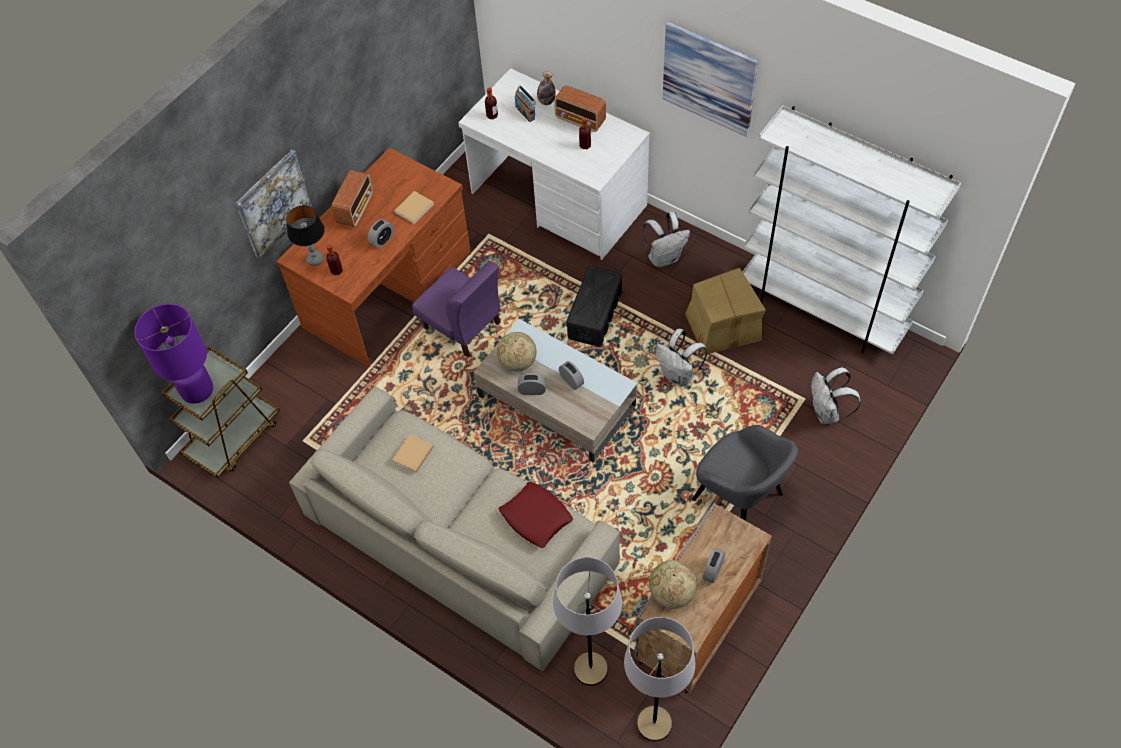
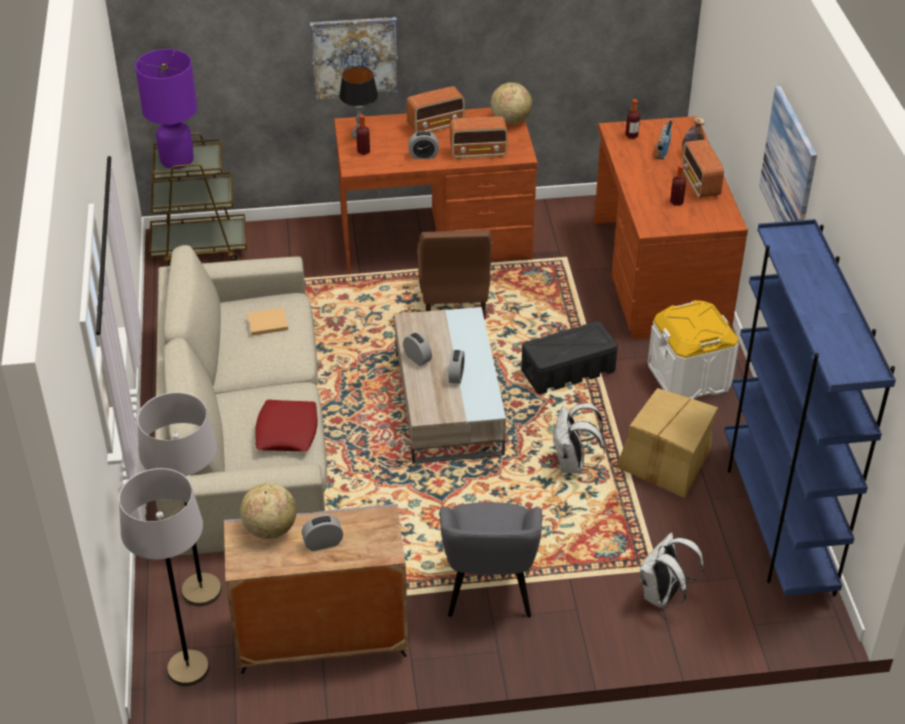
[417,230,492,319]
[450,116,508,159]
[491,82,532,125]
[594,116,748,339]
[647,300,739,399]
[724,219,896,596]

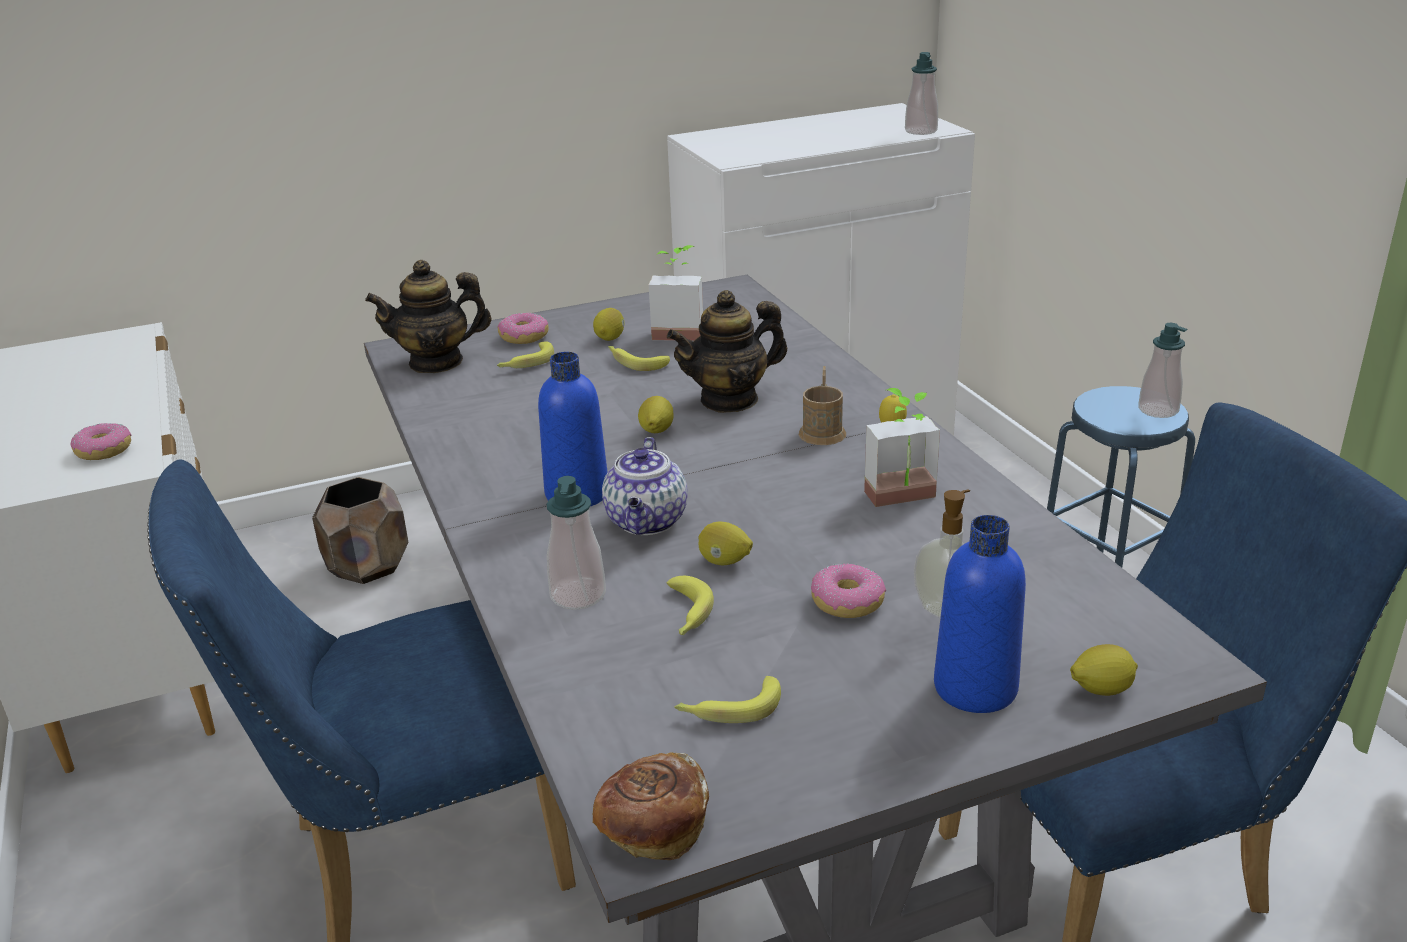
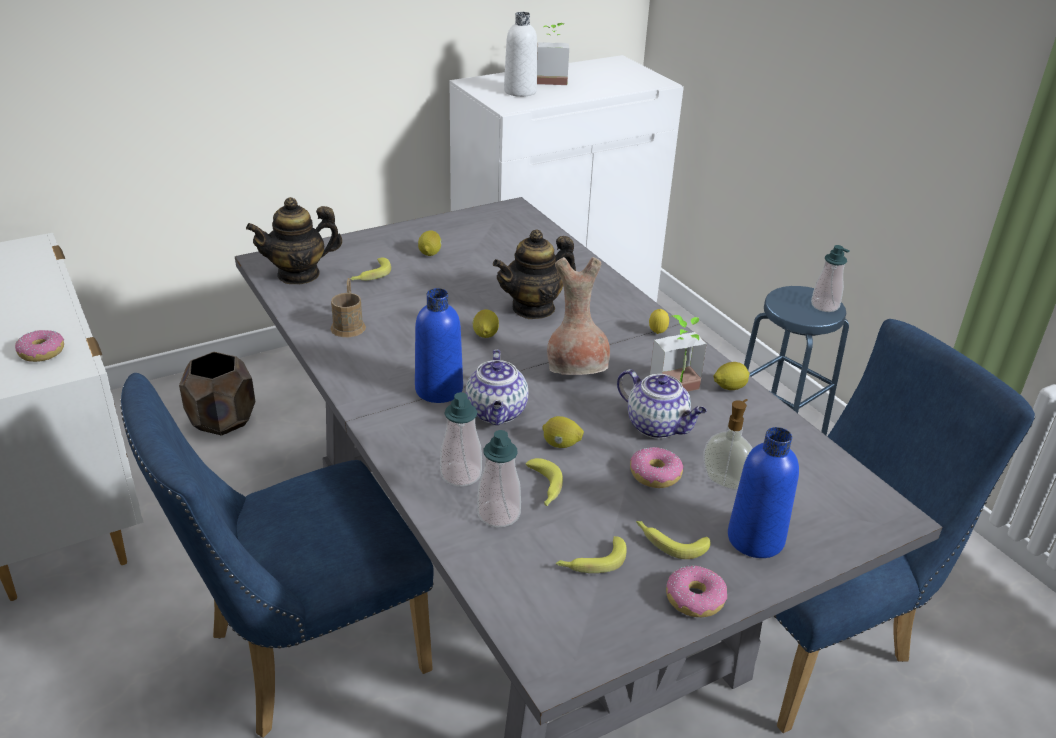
[330,278,366,337]
[477,430,521,527]
[504,12,537,97]
[537,23,569,85]
[547,257,610,375]
[617,369,707,438]
[636,521,711,559]
[666,566,727,617]
[713,362,750,390]
[593,752,709,860] (first image)

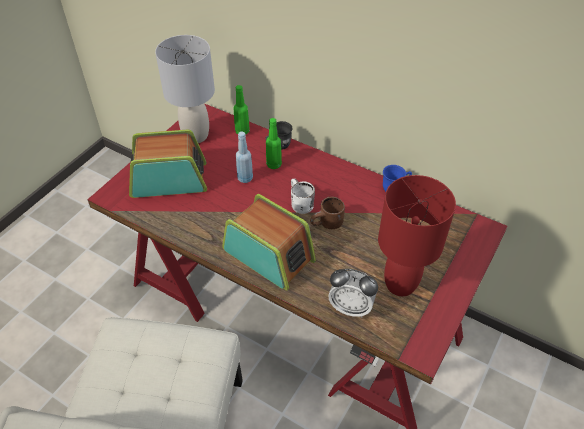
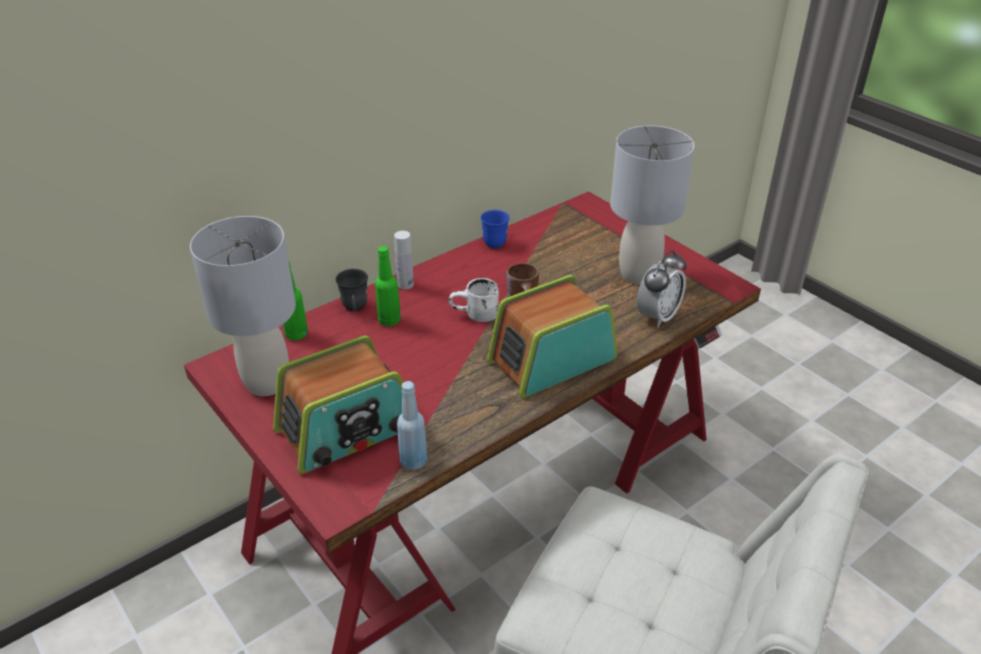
[273,335,403,474]
[394,231,414,289]
[397,381,427,470]
[610,126,695,285]

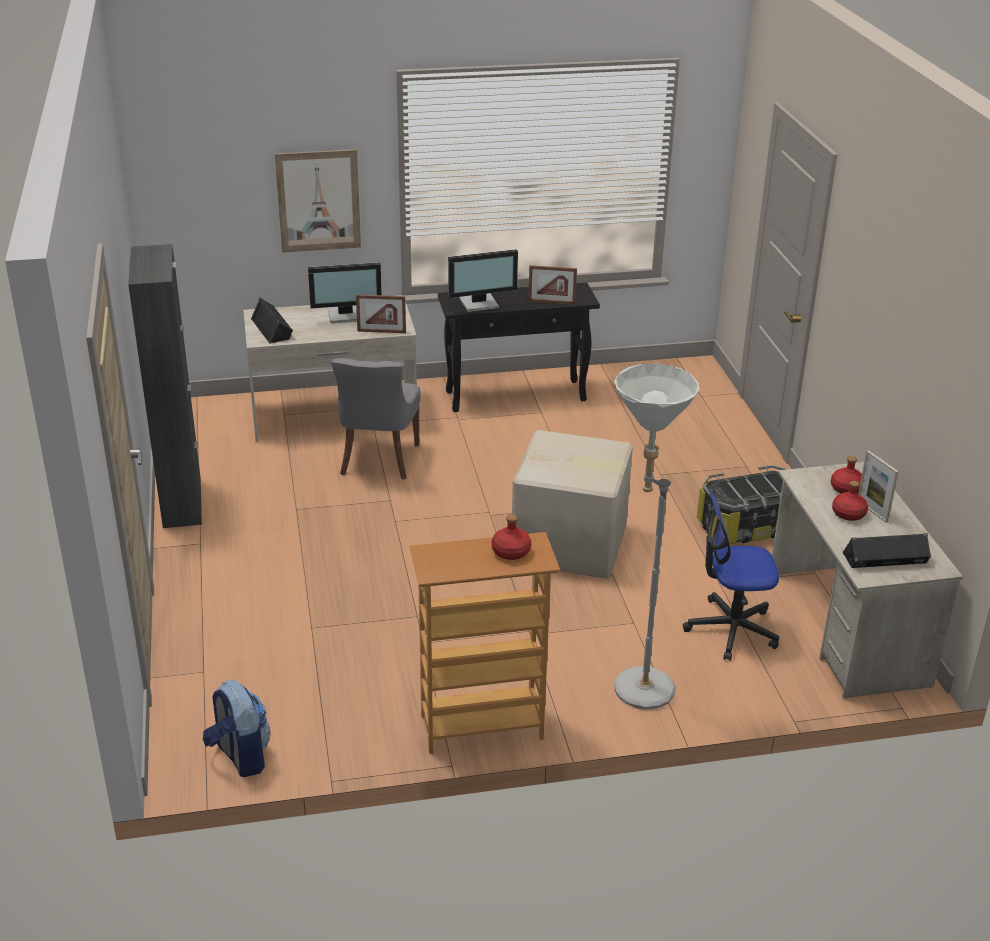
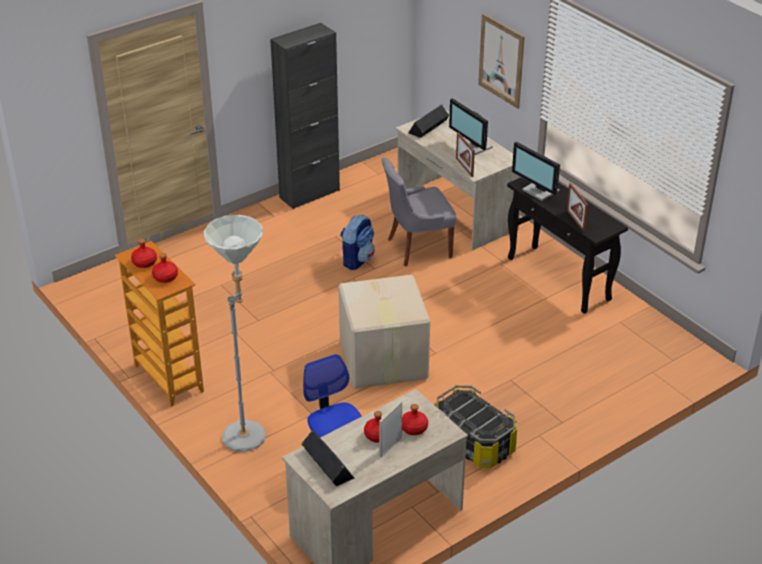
[131,239,157,268]
[340,215,375,270]

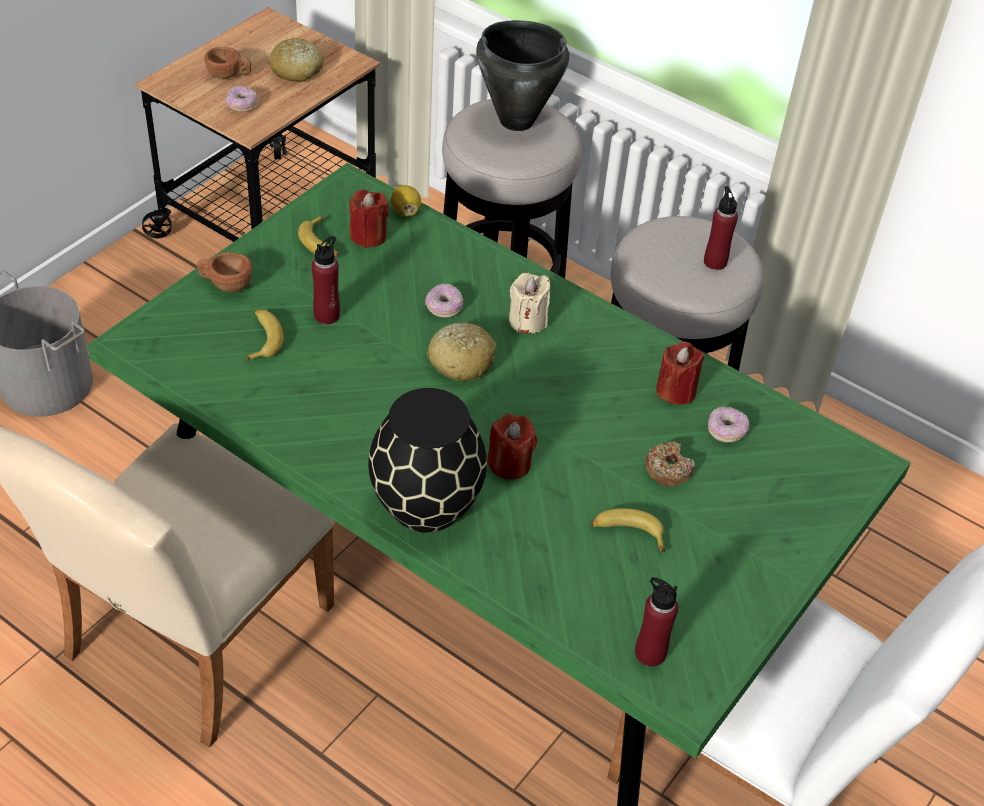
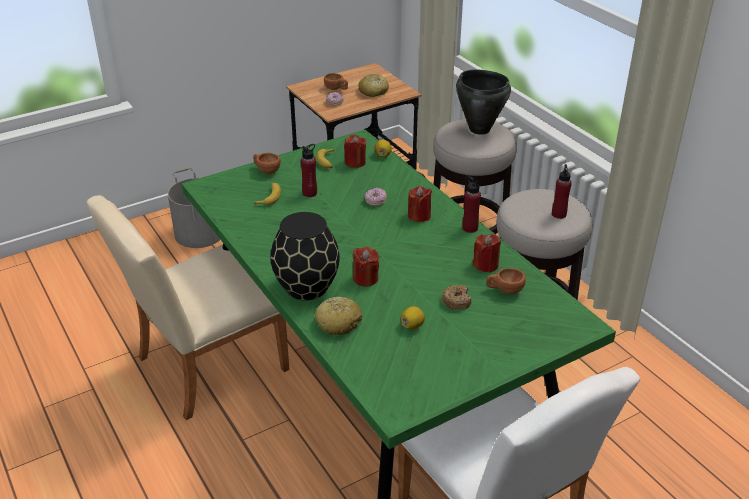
[315,297,362,335]
[401,306,425,329]
[408,186,432,222]
[462,176,481,233]
[487,268,526,294]

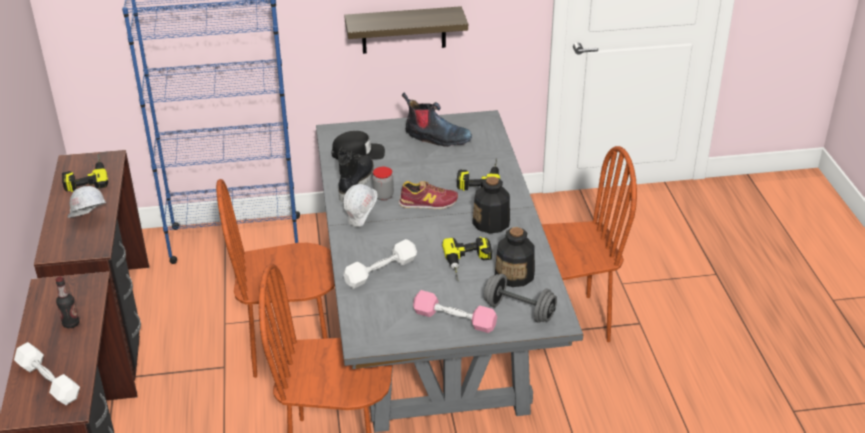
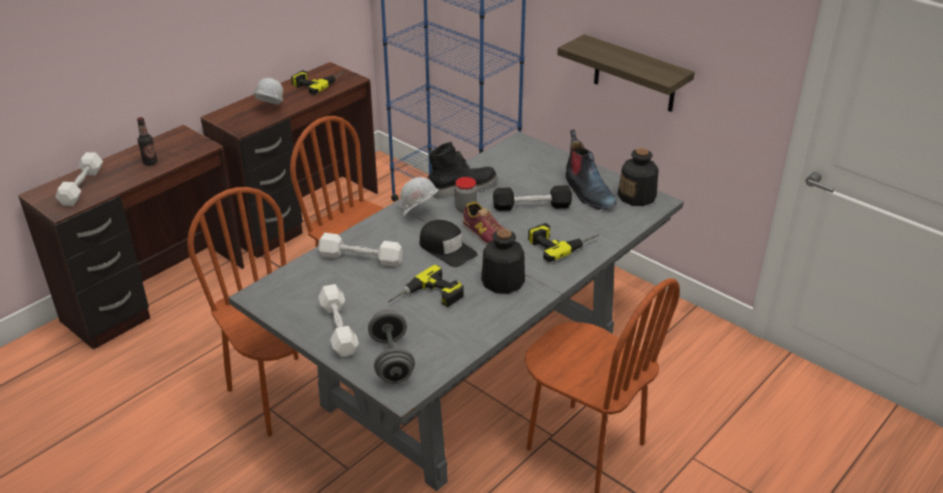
[318,284,359,357]
[419,220,478,267]
[493,185,572,211]
[618,148,659,206]

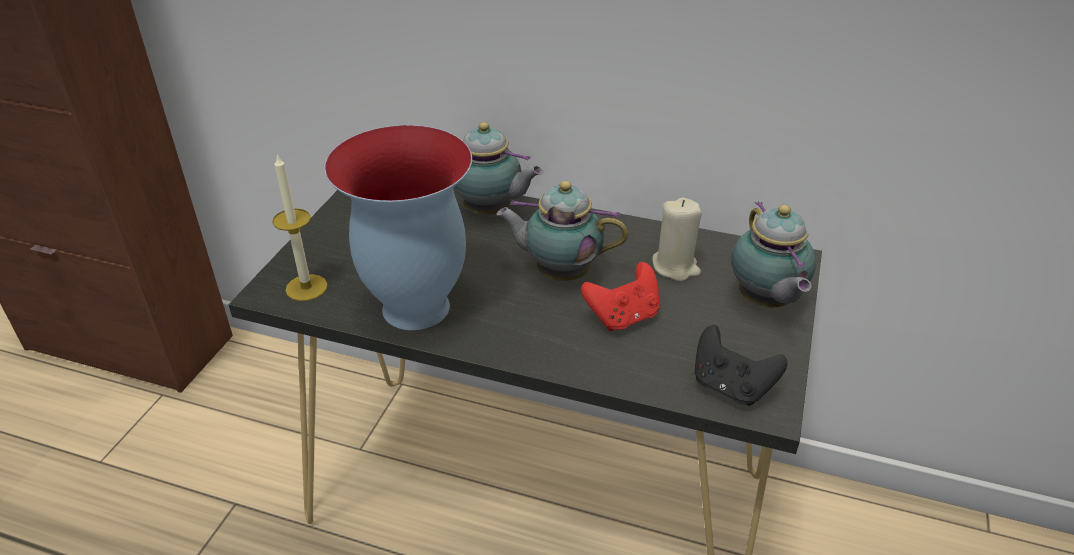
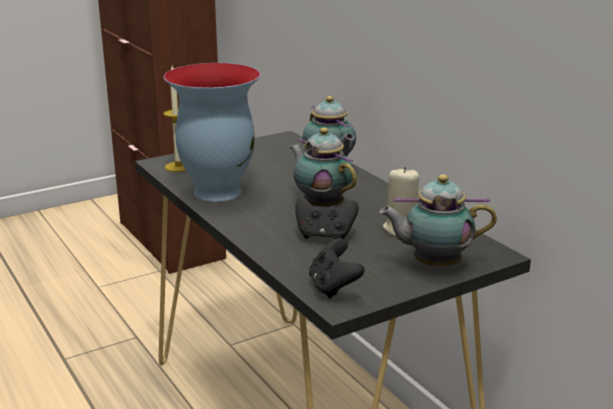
[295,197,359,239]
[379,175,497,266]

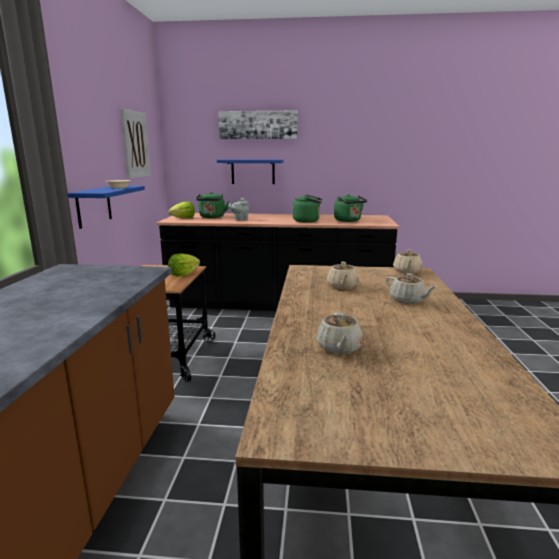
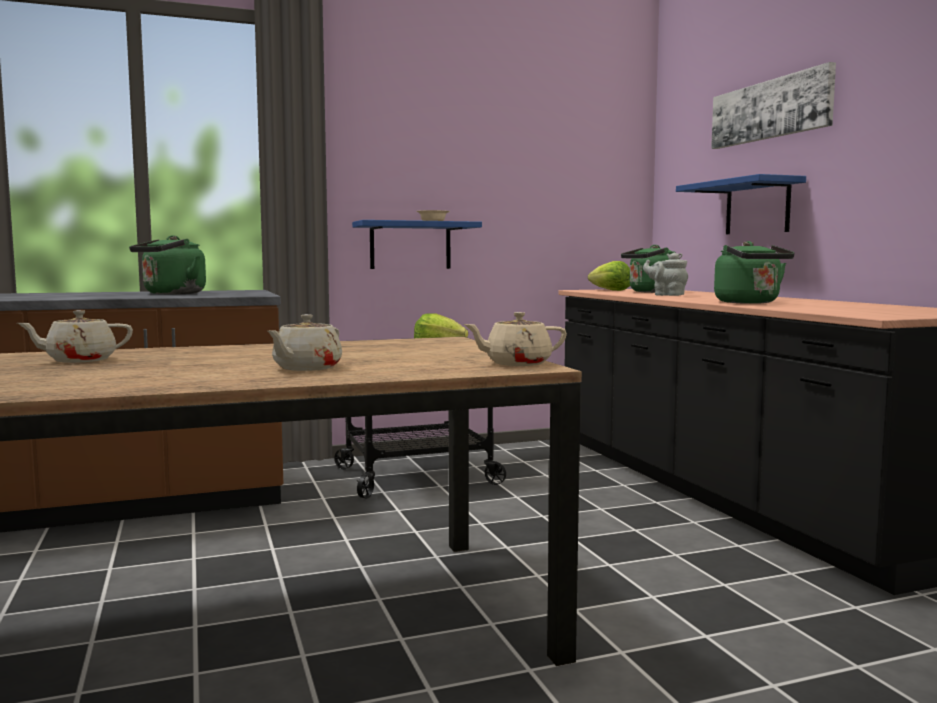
[129,235,206,294]
[120,108,151,179] (first image)
[327,262,359,289] (first image)

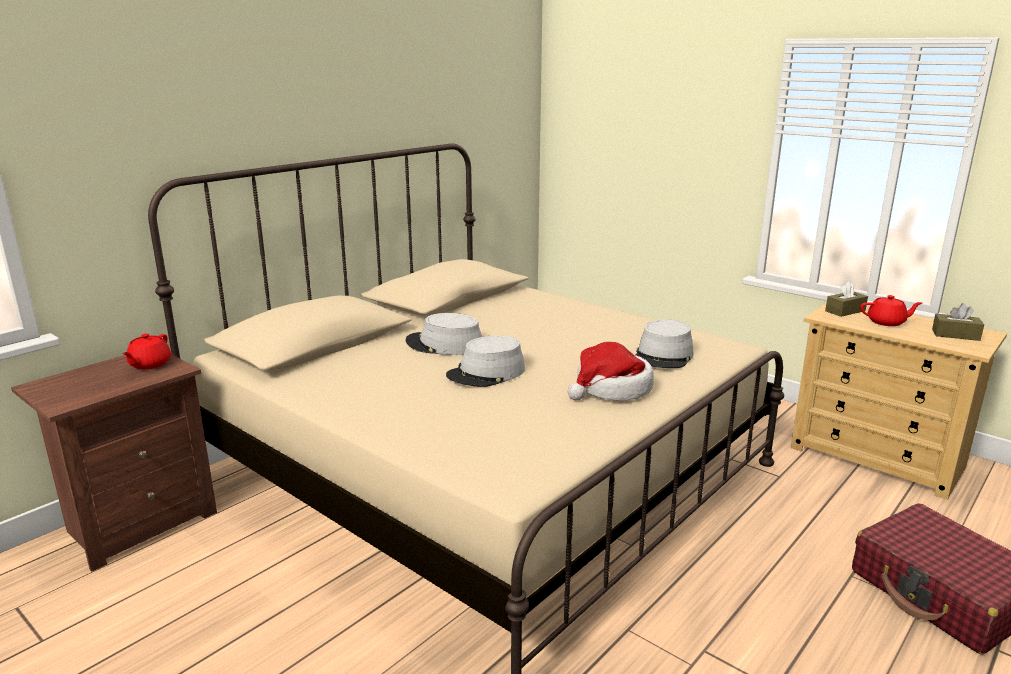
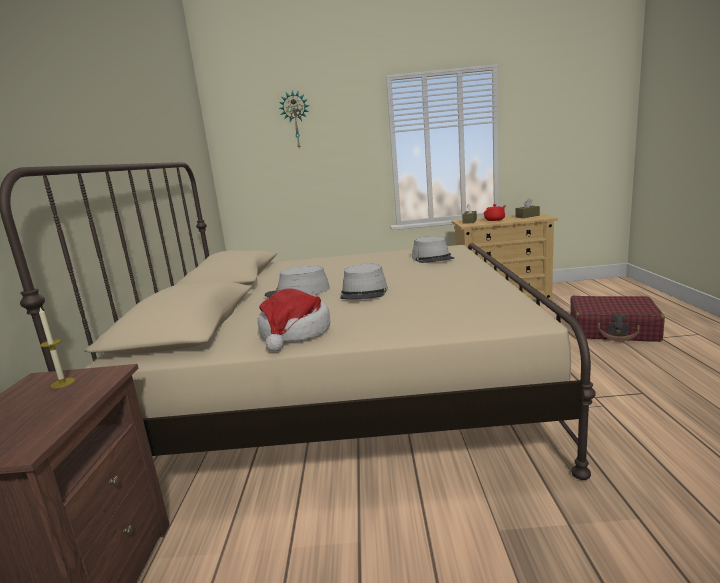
[39,308,75,389]
[258,288,330,352]
[279,91,310,150]

